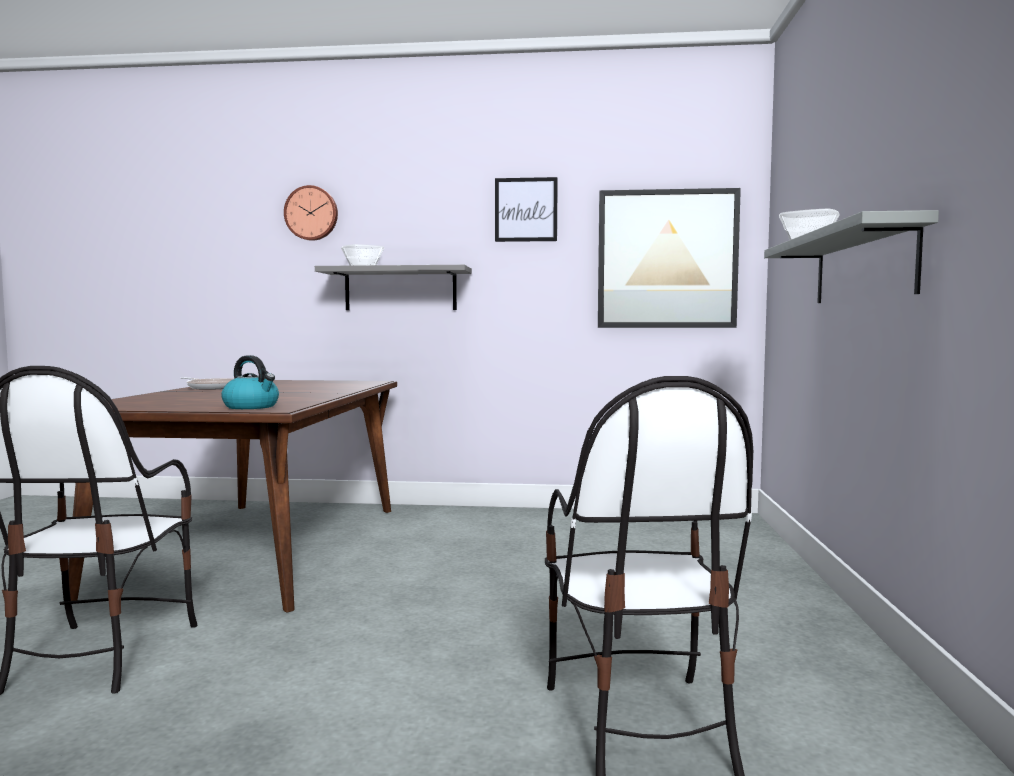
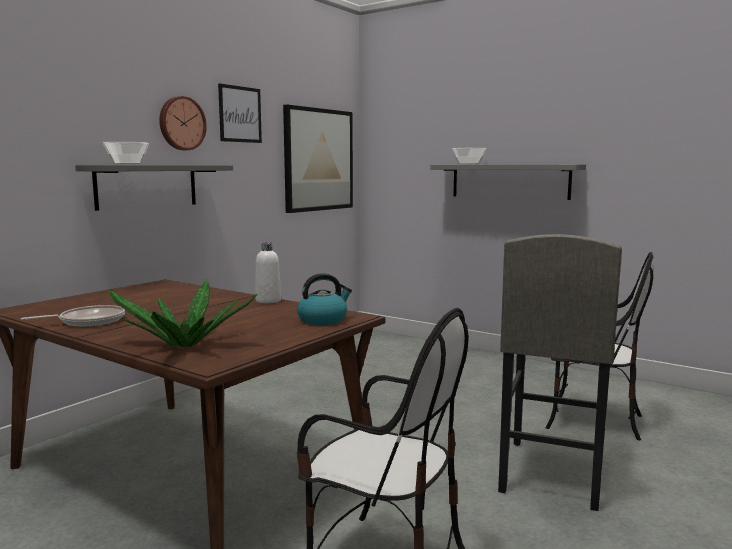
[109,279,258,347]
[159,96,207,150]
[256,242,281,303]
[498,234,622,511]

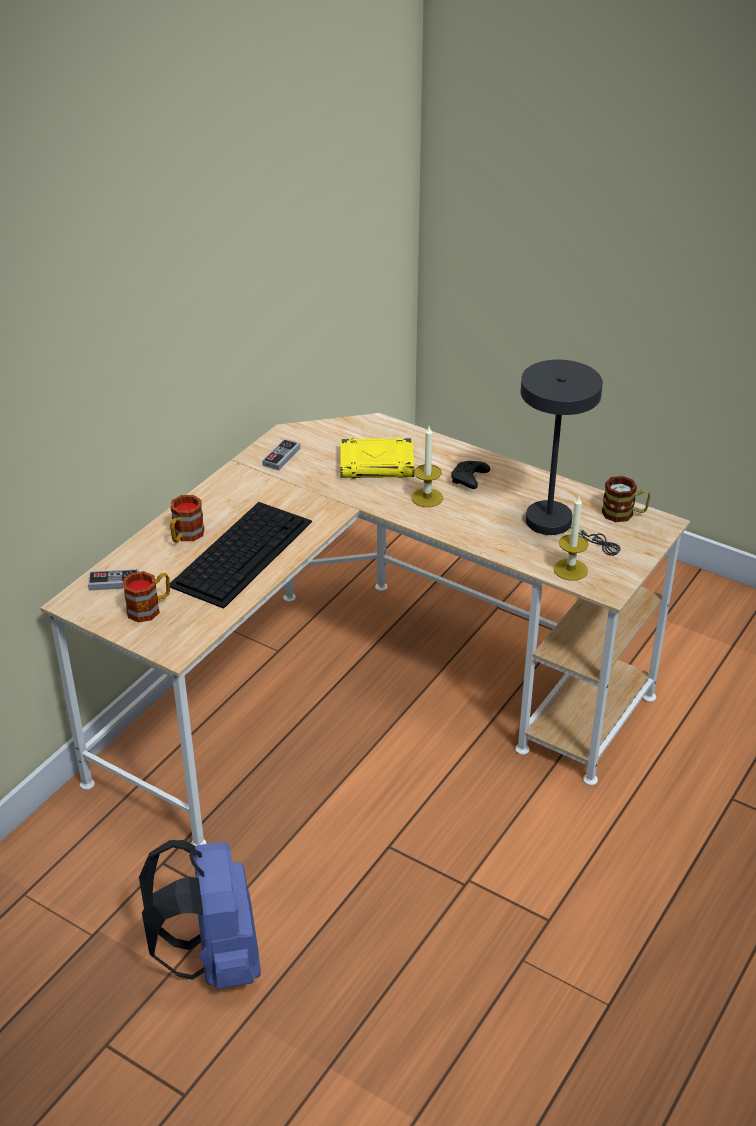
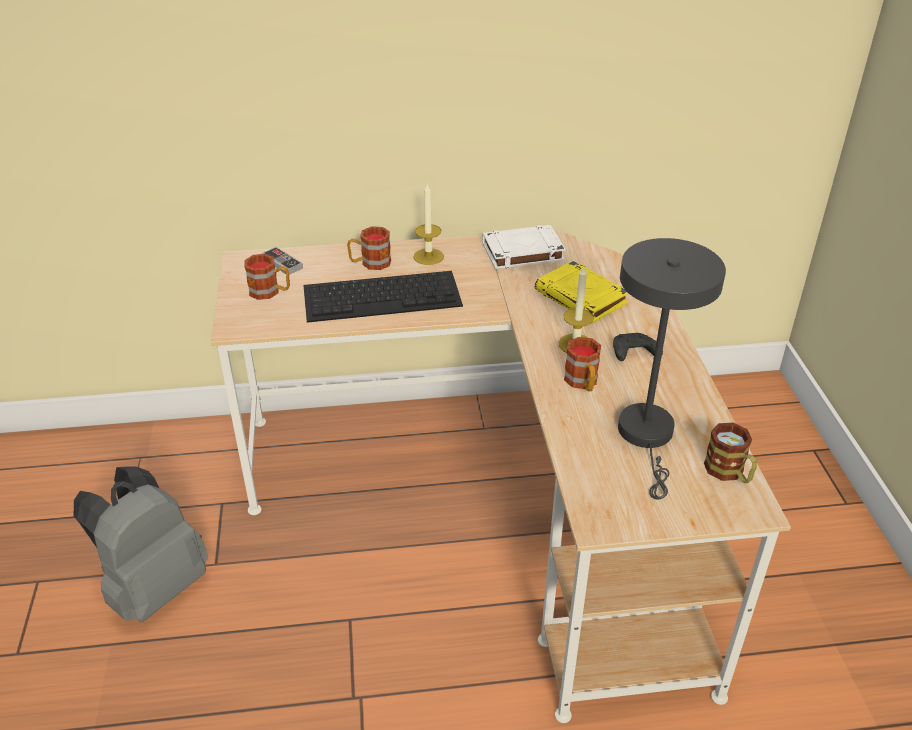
[74,466,208,622]
[414,184,444,265]
[482,225,566,269]
[564,337,601,392]

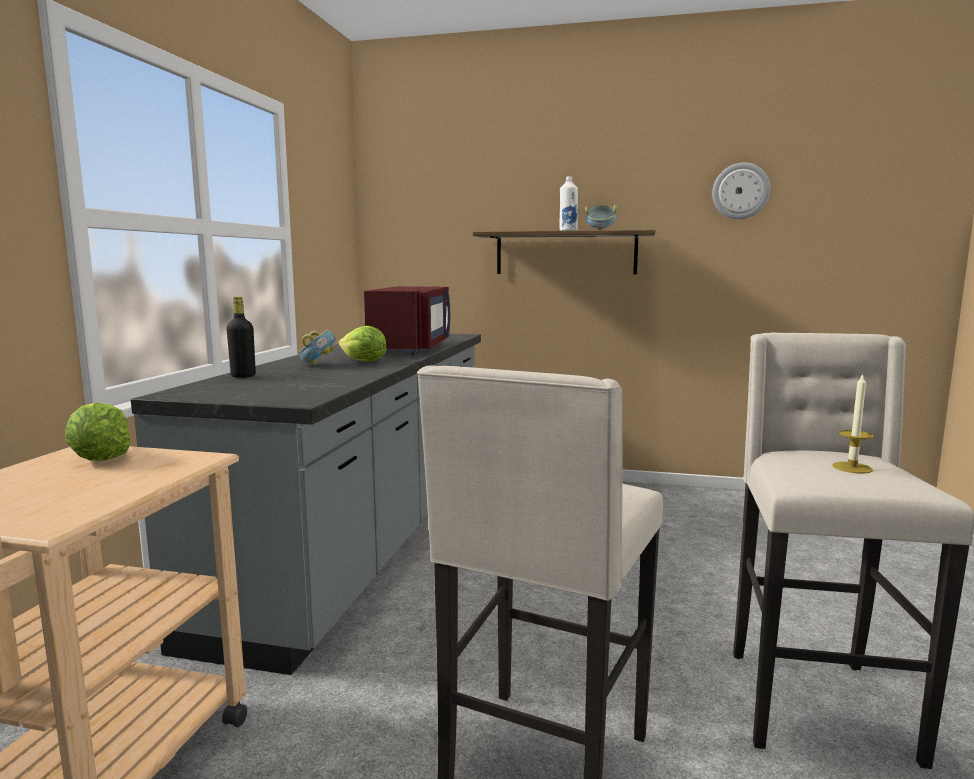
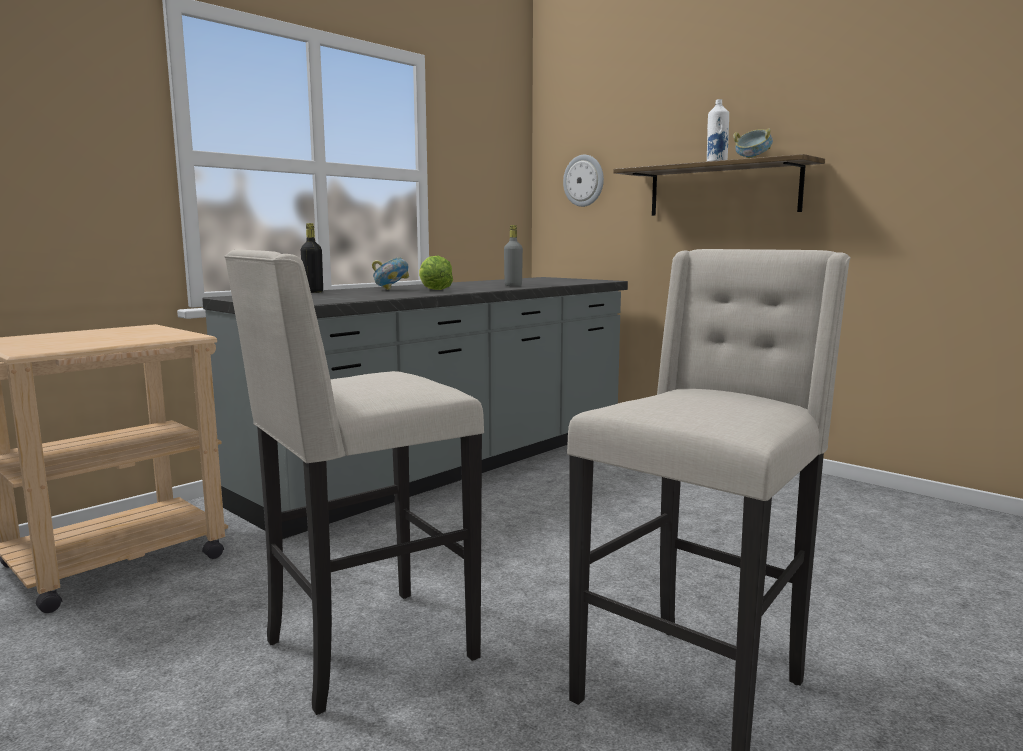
[504,225,523,286]
[563,155,604,207]
[65,402,132,461] (first image)
[833,373,874,474] (first image)

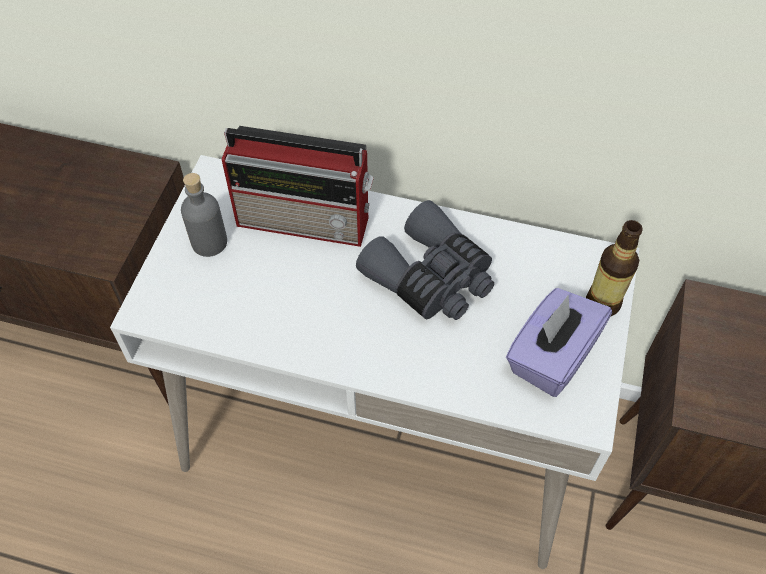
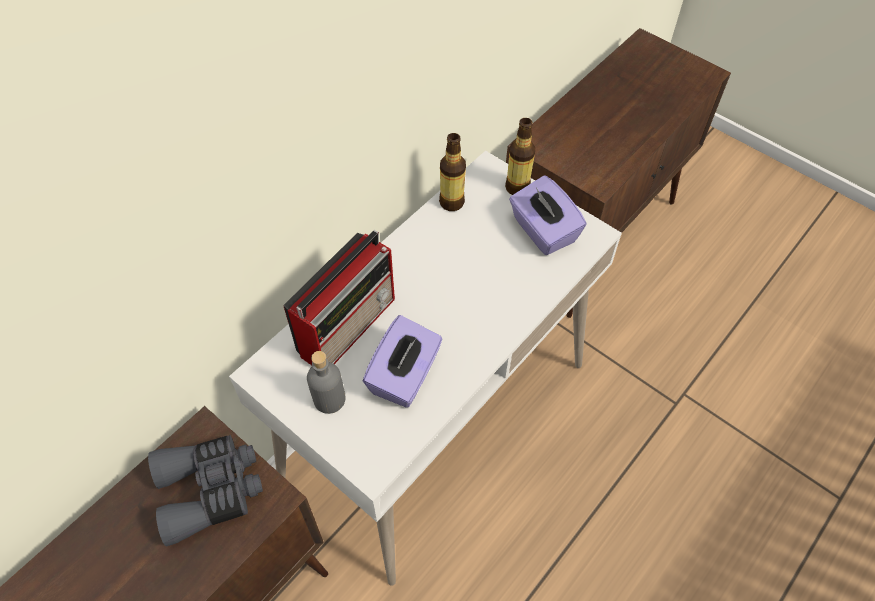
[148,435,263,547]
[363,315,442,408]
[439,133,466,211]

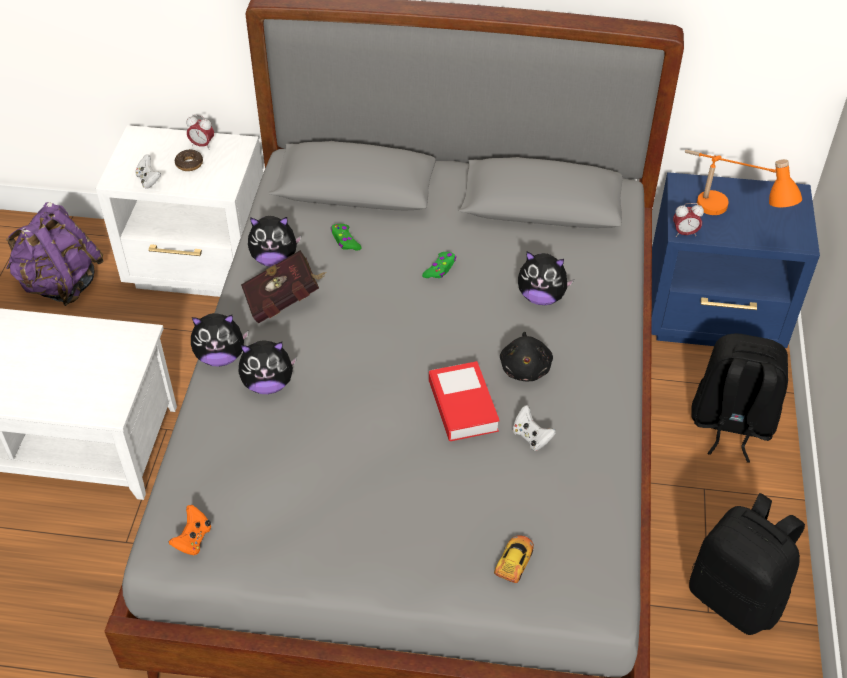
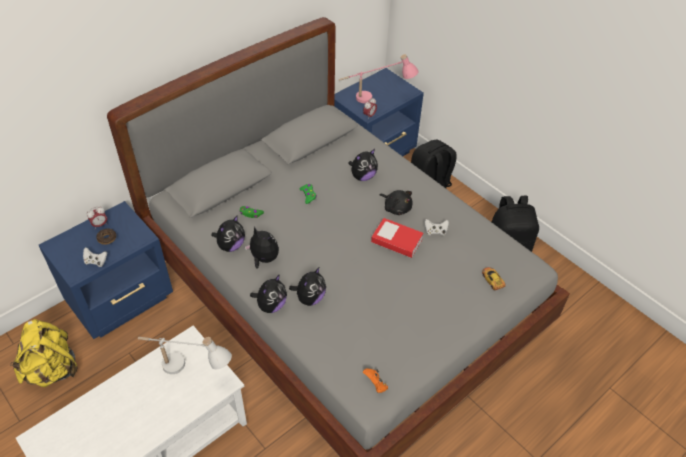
[10,319,78,387]
[39,201,173,339]
[138,337,232,374]
[244,226,279,269]
[339,54,419,103]

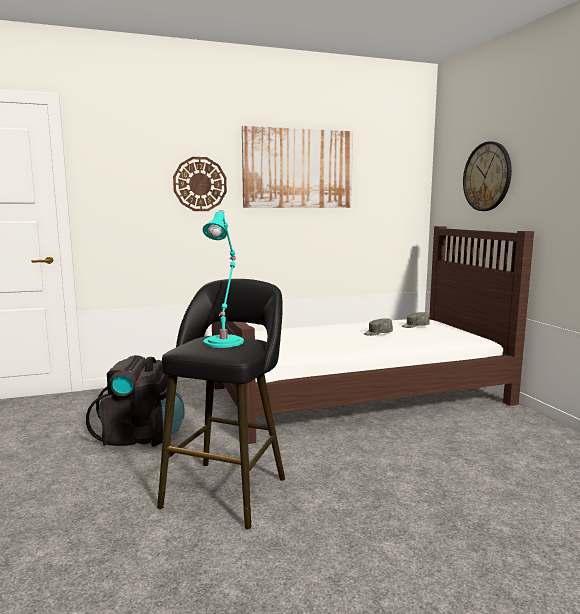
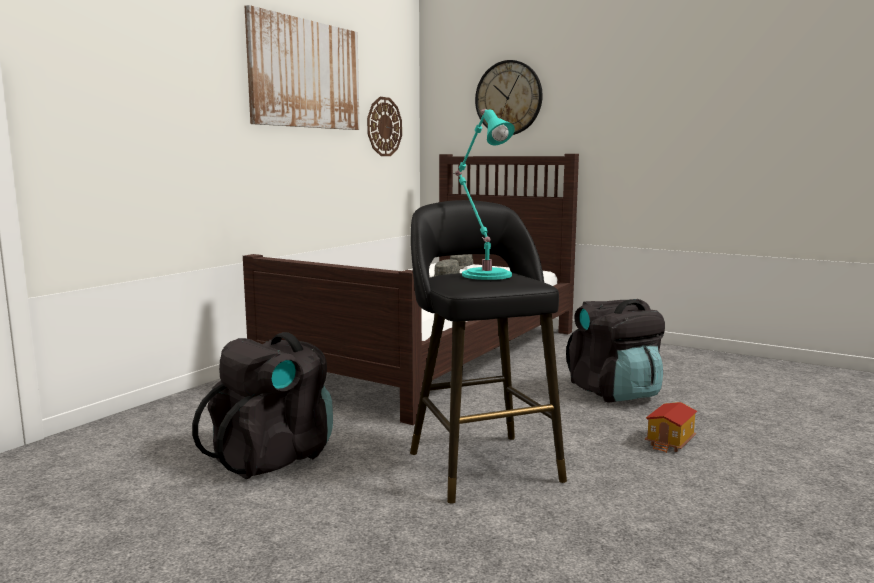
[367,97,402,156]
[566,299,665,403]
[645,402,697,453]

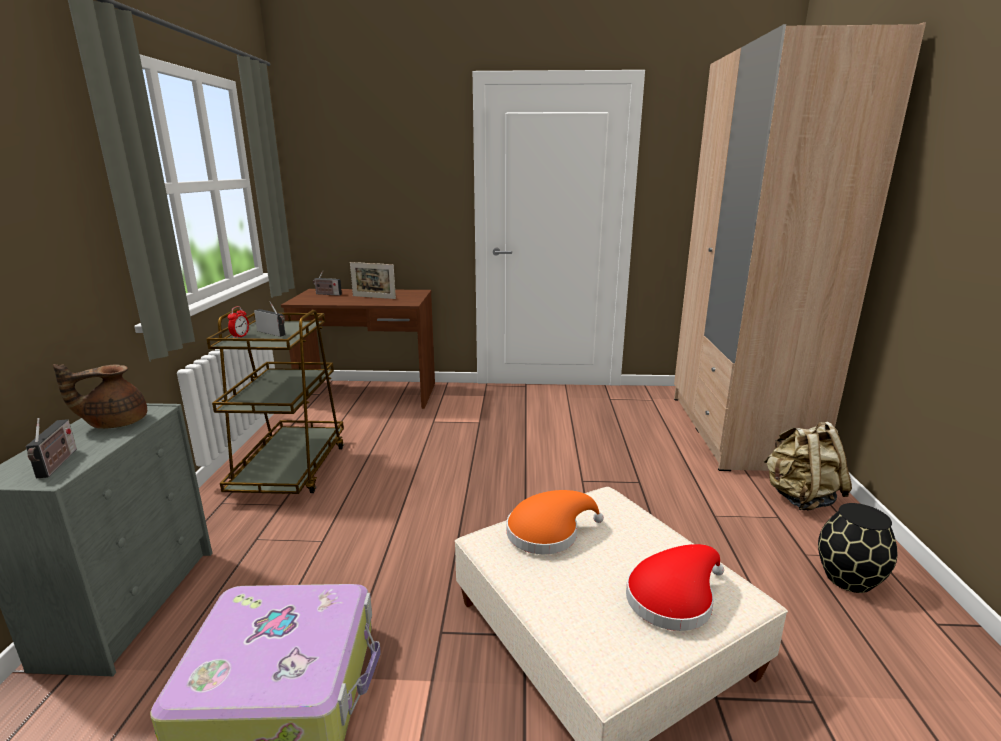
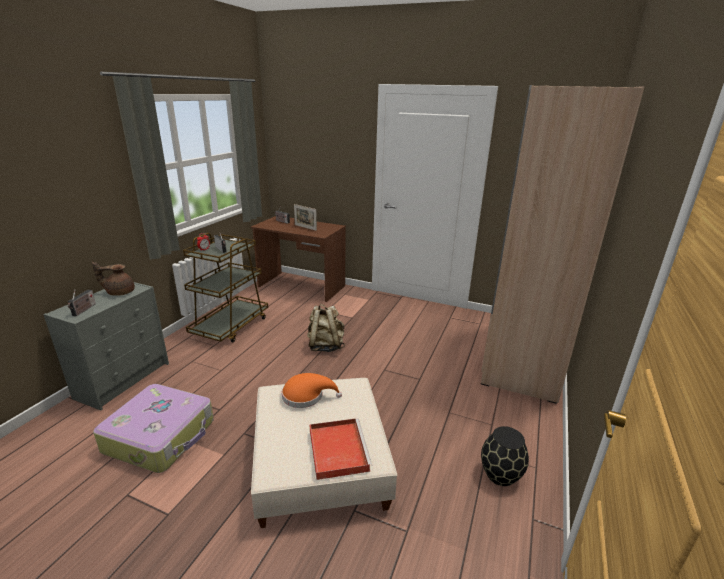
[307,304,345,352]
[310,418,372,480]

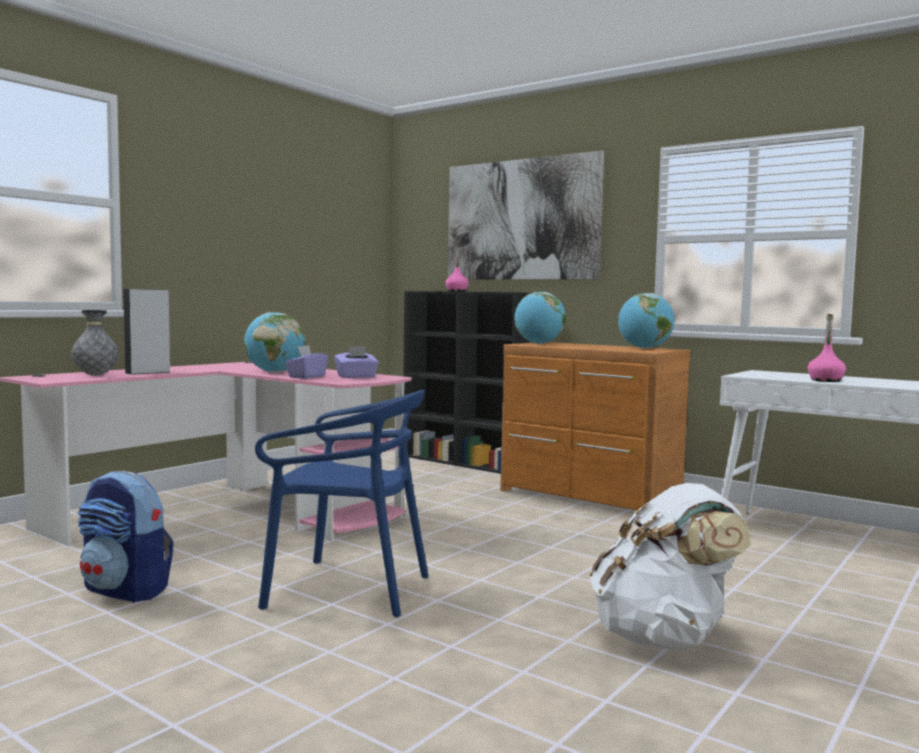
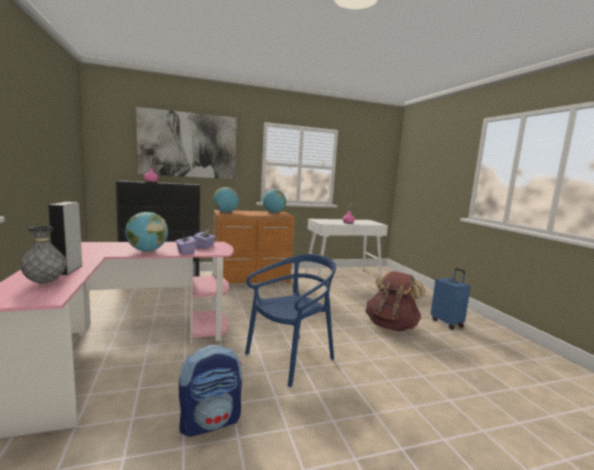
[366,271,426,331]
[431,268,471,330]

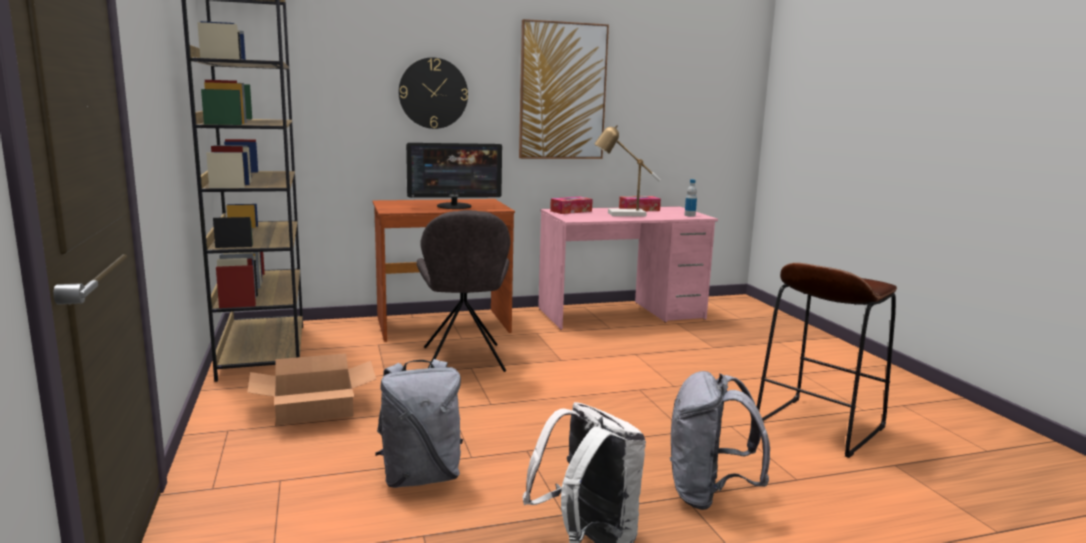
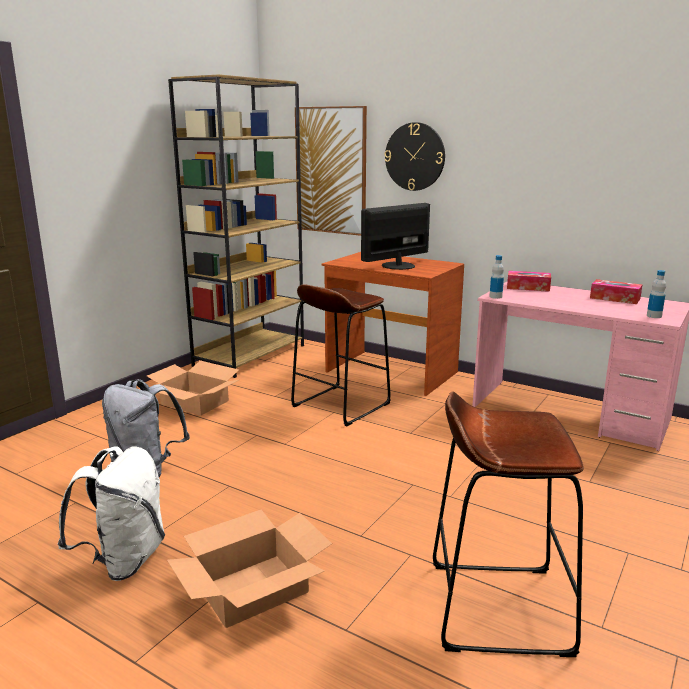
[167,510,332,628]
[291,284,391,426]
[295,106,367,236]
[361,203,430,270]
[489,255,504,299]
[594,125,661,216] (first image)

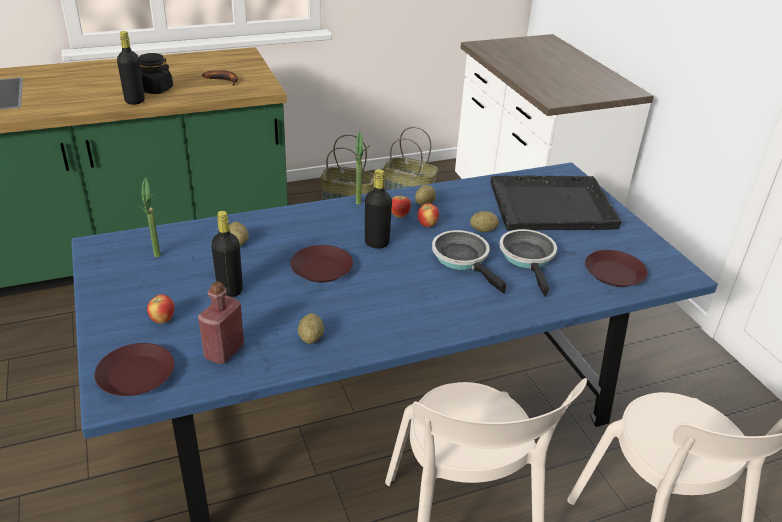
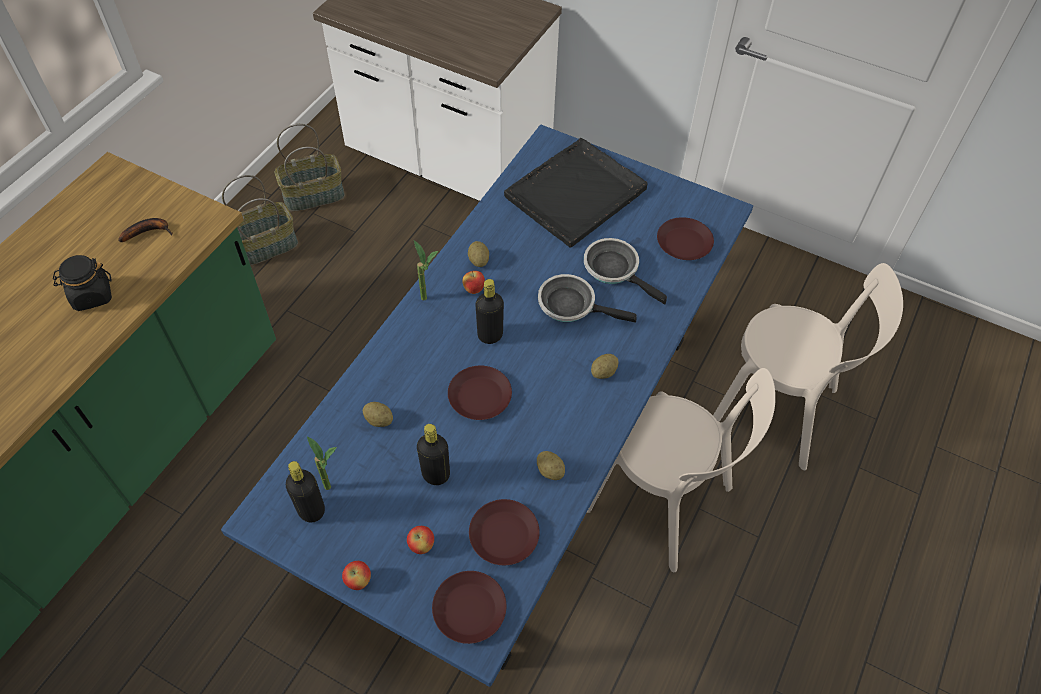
[286,461,325,522]
[342,561,371,590]
[469,499,540,565]
[591,354,619,379]

